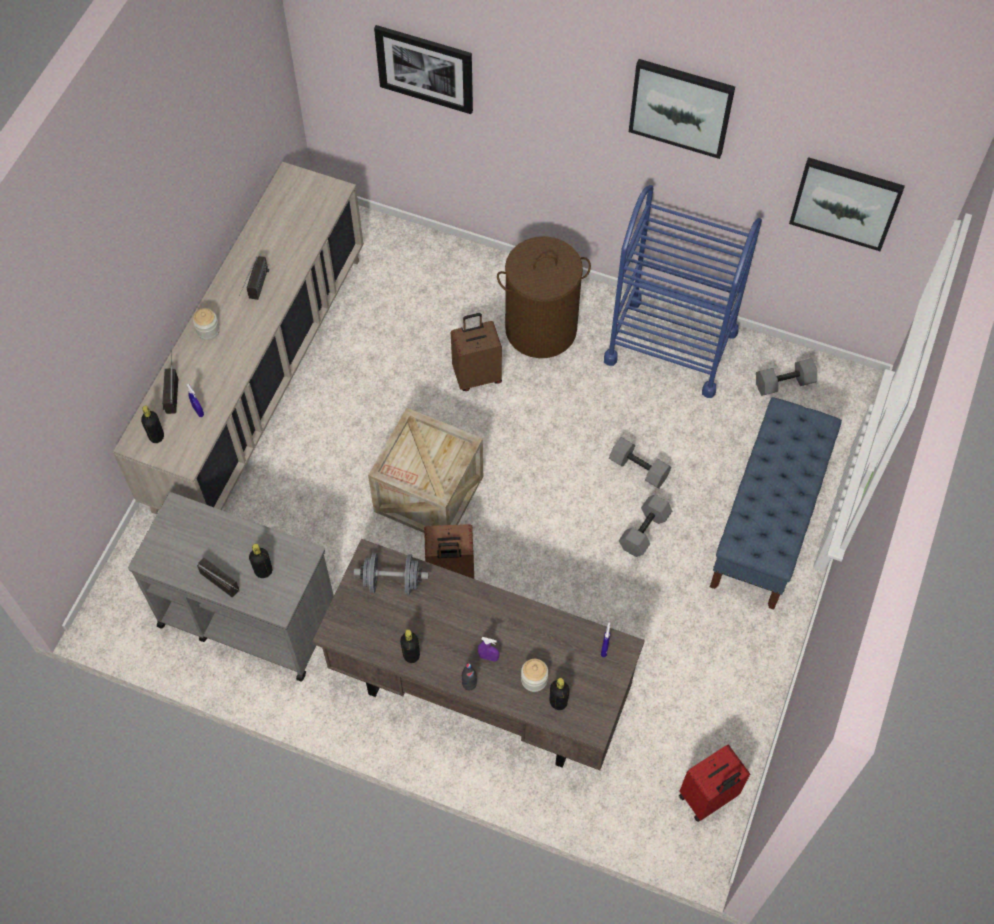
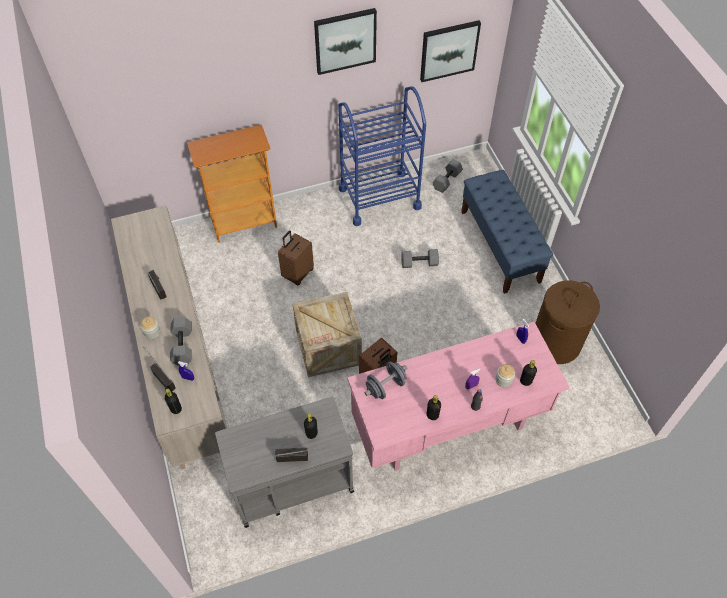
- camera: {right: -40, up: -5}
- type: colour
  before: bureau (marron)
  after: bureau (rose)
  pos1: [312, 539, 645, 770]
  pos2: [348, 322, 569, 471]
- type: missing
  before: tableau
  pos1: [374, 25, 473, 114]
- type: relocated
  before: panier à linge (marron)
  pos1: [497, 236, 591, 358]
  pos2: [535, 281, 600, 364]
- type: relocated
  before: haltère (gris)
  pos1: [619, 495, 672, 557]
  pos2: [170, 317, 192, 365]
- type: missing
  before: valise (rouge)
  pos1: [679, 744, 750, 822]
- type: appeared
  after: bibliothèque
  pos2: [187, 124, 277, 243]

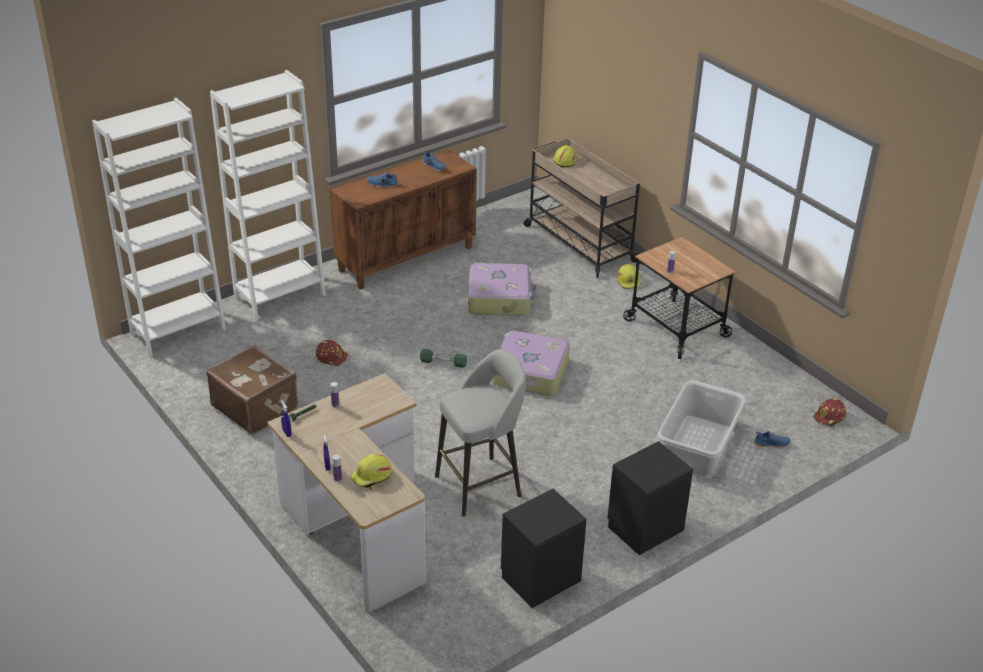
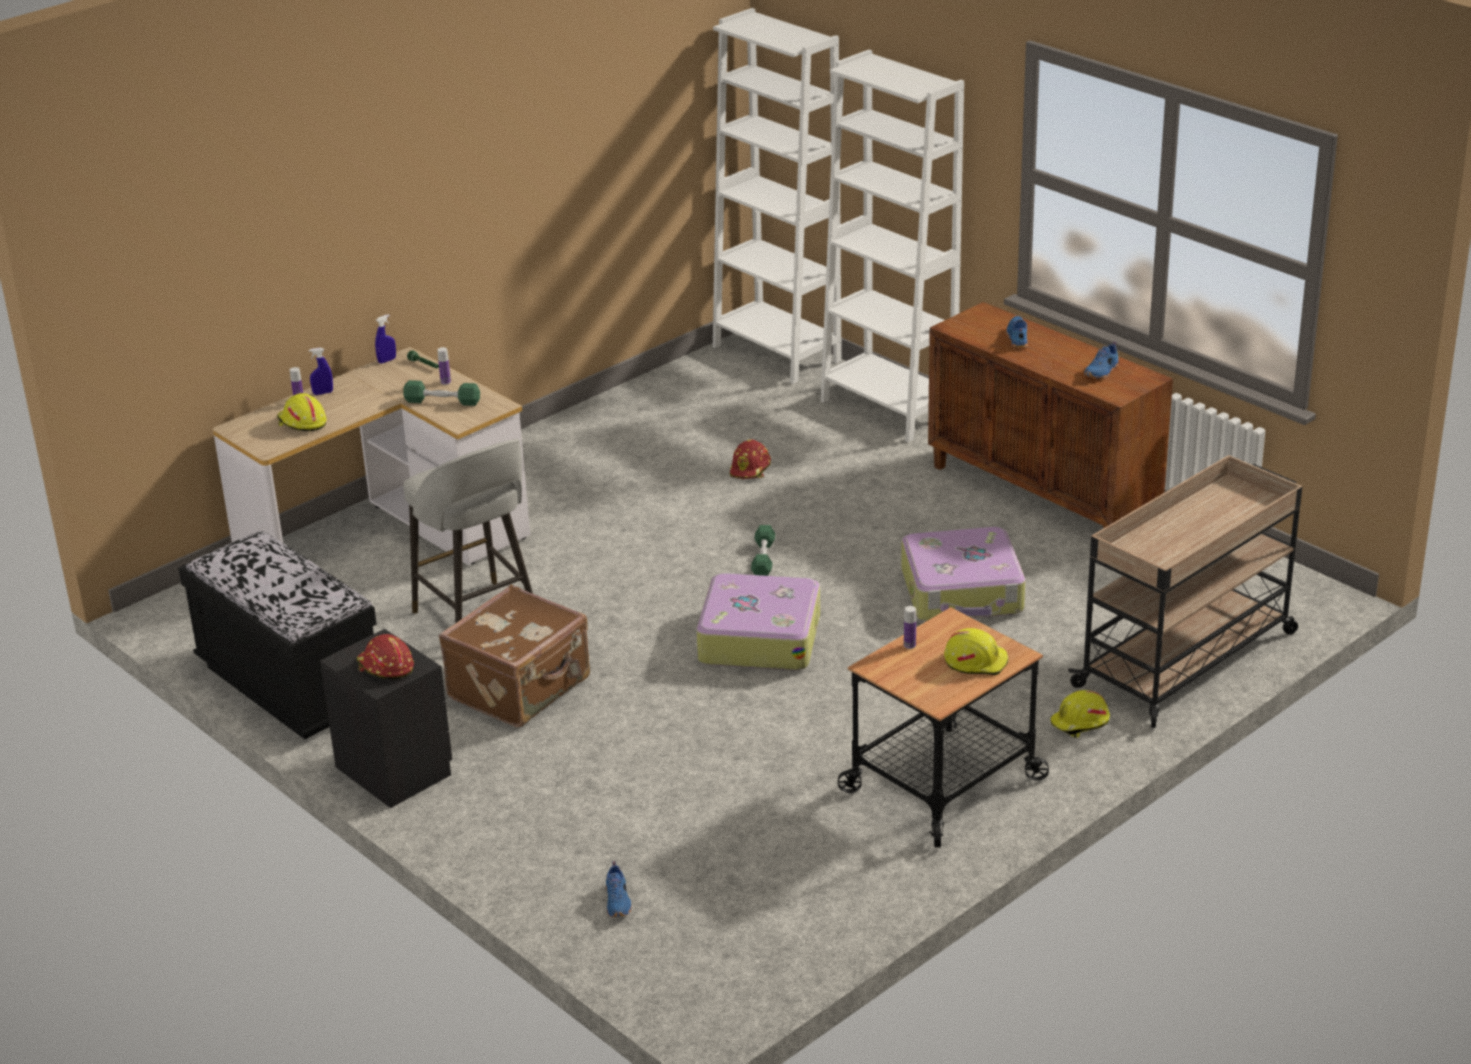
- camera: {right: 85, up: -5}
- type: relocated
  before: valise (marron)
  pos1: [206, 345, 298, 435]
  pos2: [439, 584, 590, 727]
- type: exchanged
  before: table de chevet (noir)
  after: banc (noir)
  pos1: [501, 489, 587, 608]
  pos2: [178, 531, 377, 739]
- type: relocated
  before: casque de chantier (jaune)
  pos1: [553, 145, 577, 167]
  pos2: [944, 628, 1009, 675]
- type: missing
  before: panier à linge (gris)
  pos1: [657, 380, 746, 476]
- type: relocated
  before: casque de chantier (rouge)
  pos1: [813, 398, 847, 427]
  pos2: [356, 634, 414, 679]
- type: appeared
  after: haltère (vert)
  pos2: [403, 380, 480, 406]

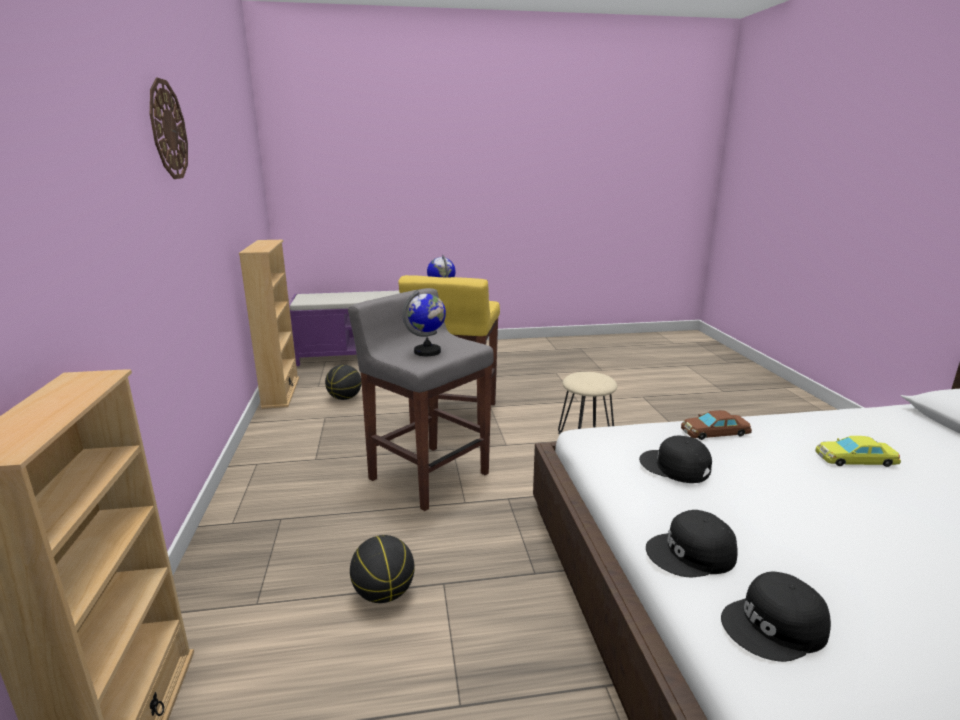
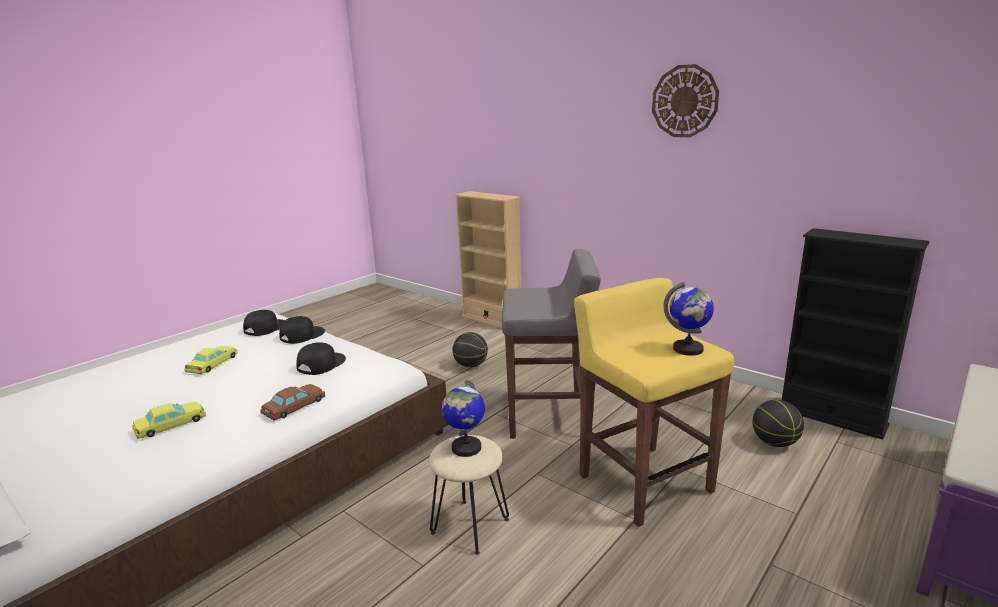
- camera: {right: 140, up: 0}
- type: colour
  before: bibliothèque (beige)
  after: bibliothèque (noir)
  pos1: [239, 240, 299, 409]
  pos2: [782, 228, 929, 440]
- type: relocated
  before: globe
  pos1: [402, 290, 446, 356]
  pos2: [442, 380, 485, 457]
- type: spun
  before: casquette (noir)
  pos1: [639, 436, 712, 483]
  pos2: [296, 342, 346, 375]
  turn: -60
- type: appeared
  after: petite voiture (jaune)
  pos2: [184, 346, 238, 374]

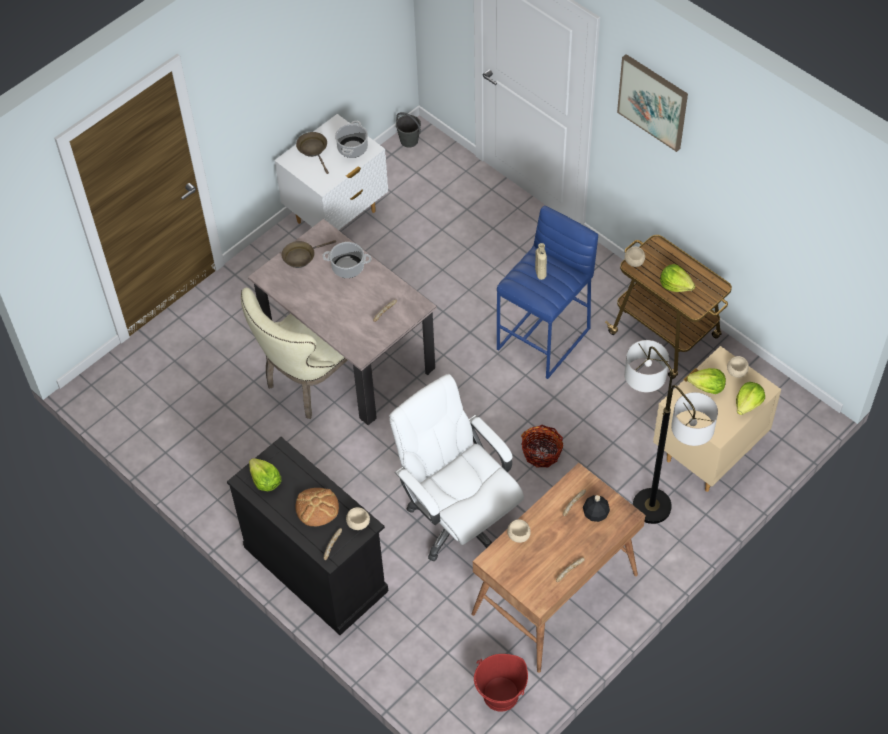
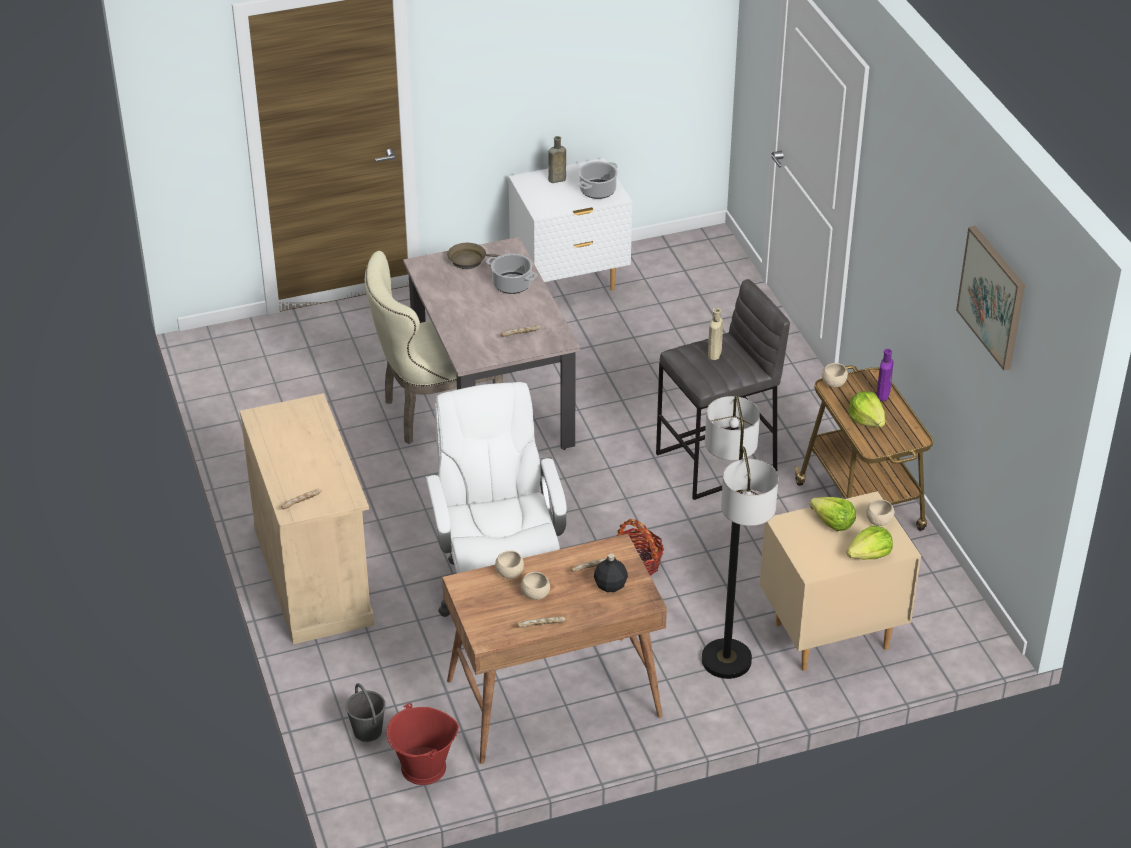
- camera: {right: 25, up: -15}
- type: colour
  before: meuble de rangement (noir)
  after: meuble de rangement (beige)
  pos1: [227, 437, 388, 635]
  pos2: [239, 393, 374, 644]
- type: missing
  before: laitue
  pos1: [249, 458, 281, 491]
- type: exchanged
  before: poêle (marron)
  after: bouteille (marron)
  pos1: [296, 132, 329, 174]
  pos2: [548, 136, 566, 183]
- type: missing
  before: pain
  pos1: [296, 488, 339, 526]
- type: relocated
  before: bol (beige)
  pos1: [346, 507, 370, 530]
  pos2: [521, 572, 550, 600]
- type: relocated
  before: seau (gris)
  pos1: [396, 112, 421, 148]
  pos2: [346, 683, 386, 742]
- type: colour
  before: tabouret (bleu)
  after: tabouret (gris)
  pos1: [497, 205, 598, 379]
  pos2: [656, 279, 790, 500]
- type: relocated
  before: tableau
  pos1: [617, 54, 688, 152]
  pos2: [956, 226, 1025, 370]
- type: appeared
  after: bouteille (violet)
  pos2: [877, 349, 894, 401]

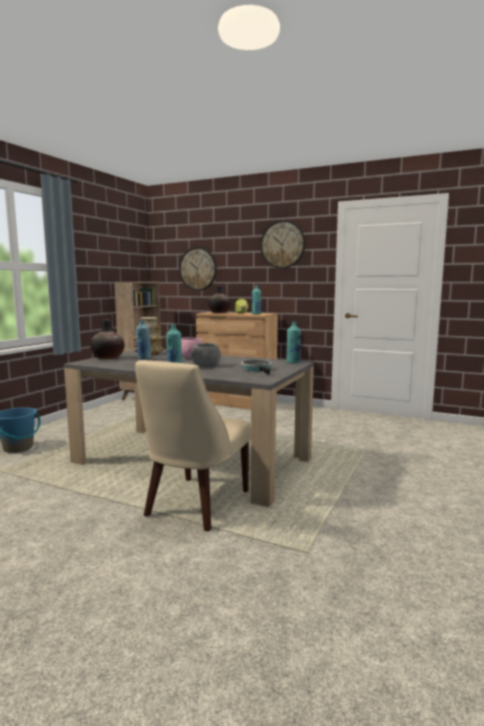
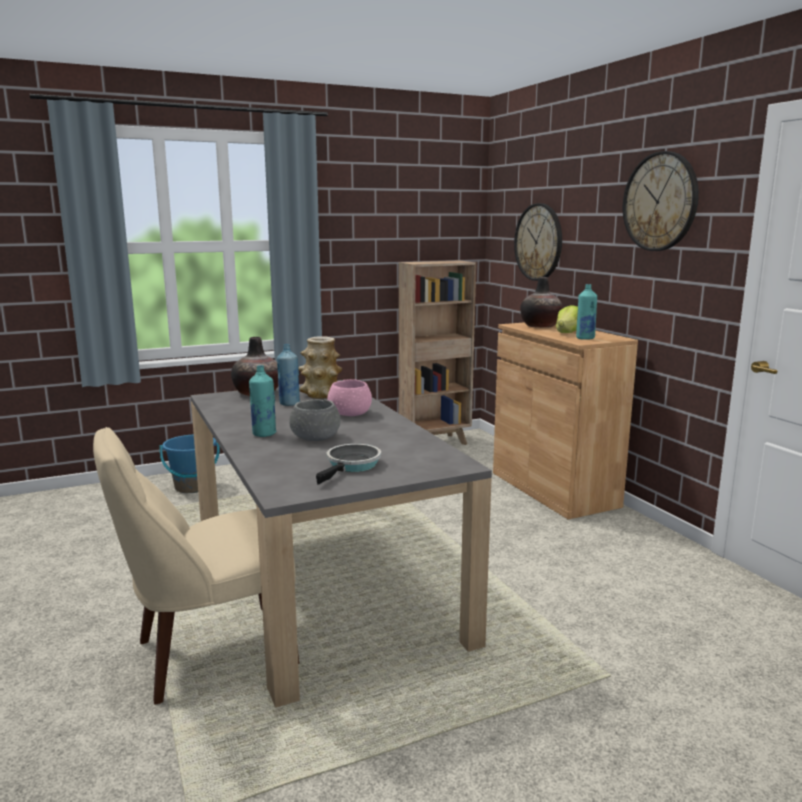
- camera: {right: 40, up: 5}
- type: missing
  before: bouteille (turquoise)
  pos1: [286, 321, 301, 363]

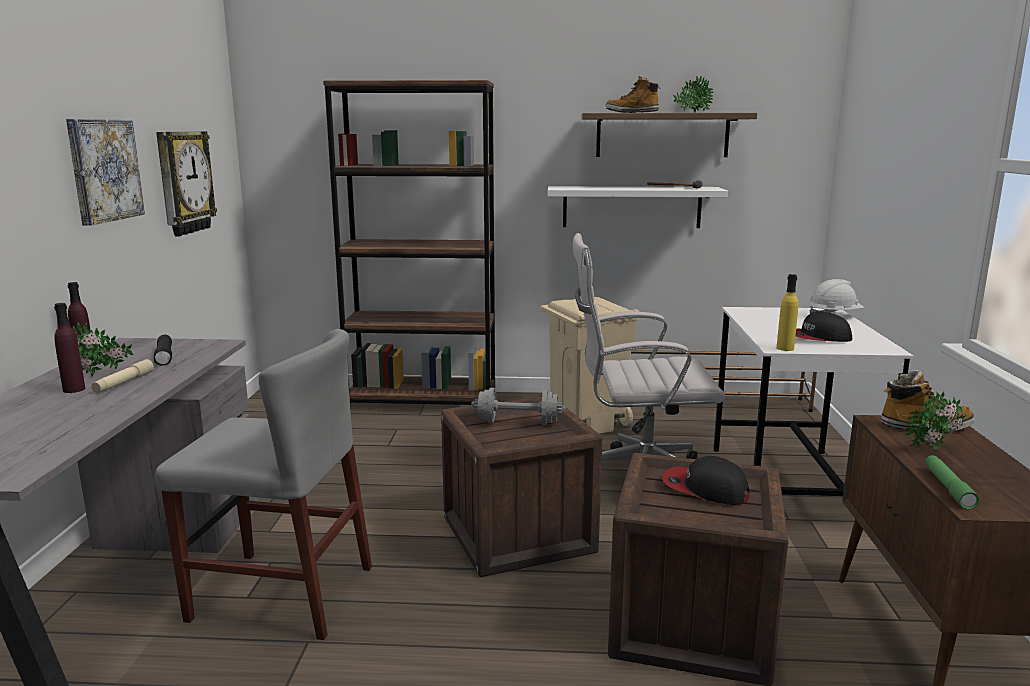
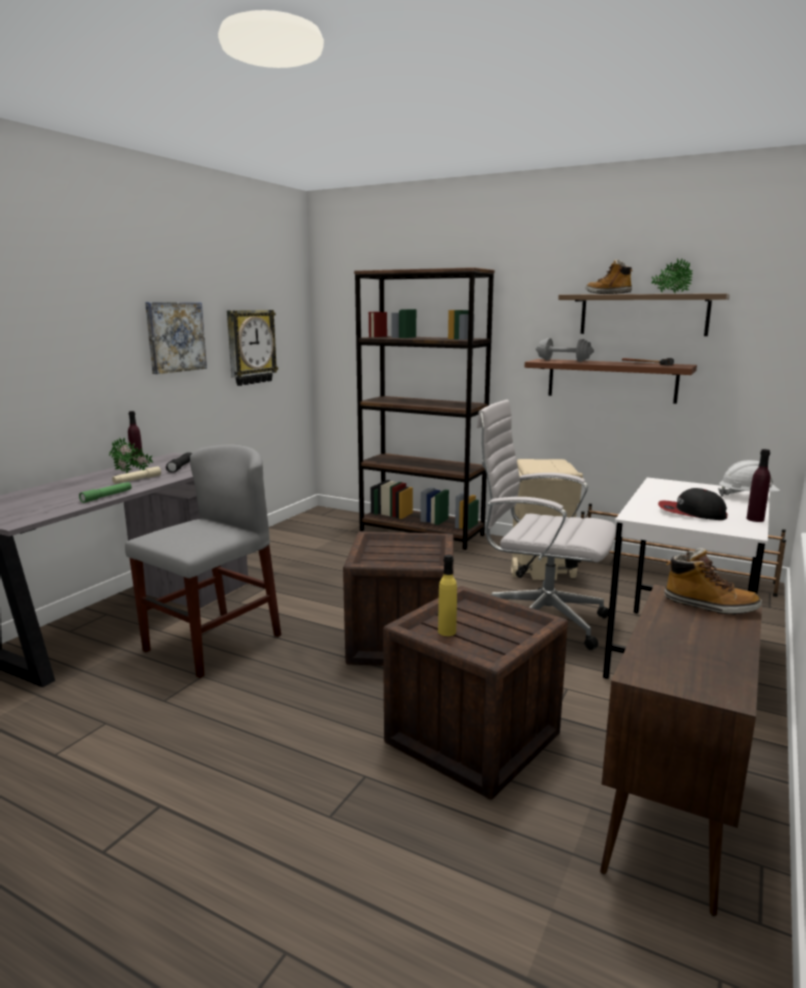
- camera: {right: 25, up: 0}
- type: relocated
  before: bouteille (violet)
  pos1: [54, 303, 85, 393]
  pos2: [747, 449, 770, 522]
- type: spun
  before: chaise (gris)
  pos1: [155, 329, 372, 640]
  pos2: [125, 444, 281, 678]
  turn: -90
- type: relocated
  before: haltère (gris)
  pos1: [471, 388, 566, 425]
  pos2: [536, 338, 594, 362]
- type: colour
  before: étagère (blanc)
  after: étagère (marron)
  pos1: [548, 186, 728, 228]
  pos2: [525, 359, 697, 404]
- type: missing
  before: casquette
  pos1: [662, 456, 750, 505]
- type: relocated
  before: bouteille (jaune)
  pos1: [777, 274, 798, 351]
  pos2: [438, 554, 457, 636]
- type: missing
  before: plante en pot
  pos1: [906, 391, 966, 452]
- type: relocated
  before: lampe de poche (vert)
  pos1: [925, 455, 980, 509]
  pos2: [79, 482, 132, 503]

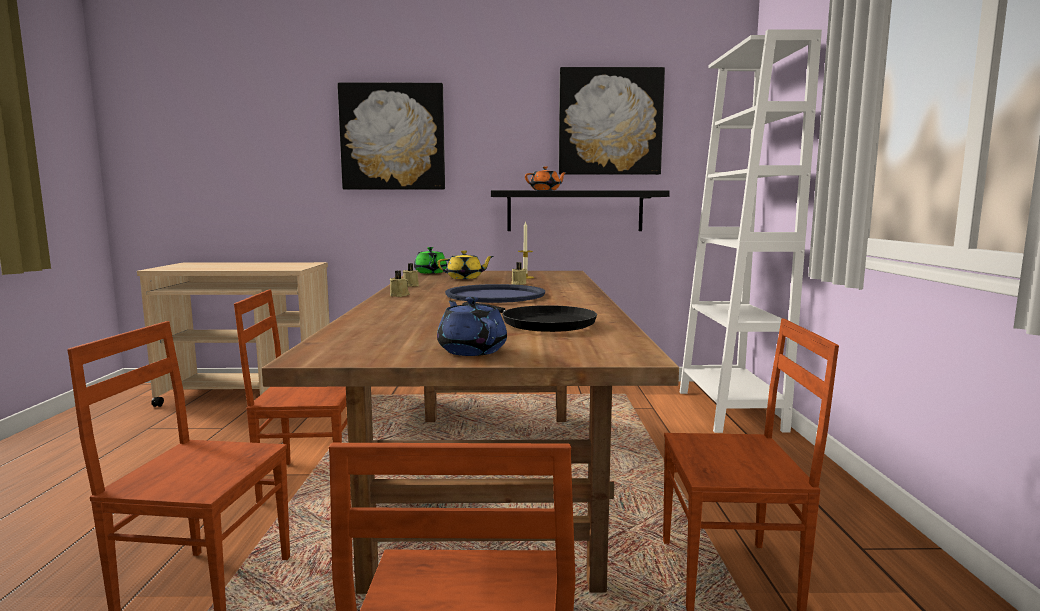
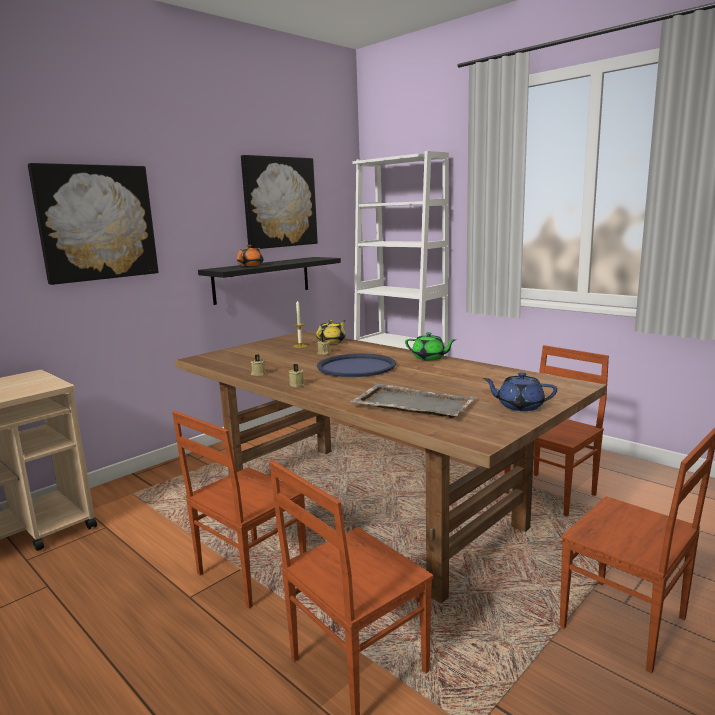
- camera: {right: -45, up: 5}
- type: relocated
  before: théière (vert)
  pos1: [414, 247, 447, 274]
  pos2: [405, 332, 455, 360]
- type: relocated
  before: théière (jaune)
  pos1: [437, 250, 494, 279]
  pos2: [316, 320, 345, 344]
- type: missing
  before: poêle (noir)
  pos1: [462, 302, 597, 332]
- type: appeared
  after: plateau (gris)
  pos2: [349, 384, 477, 418]

